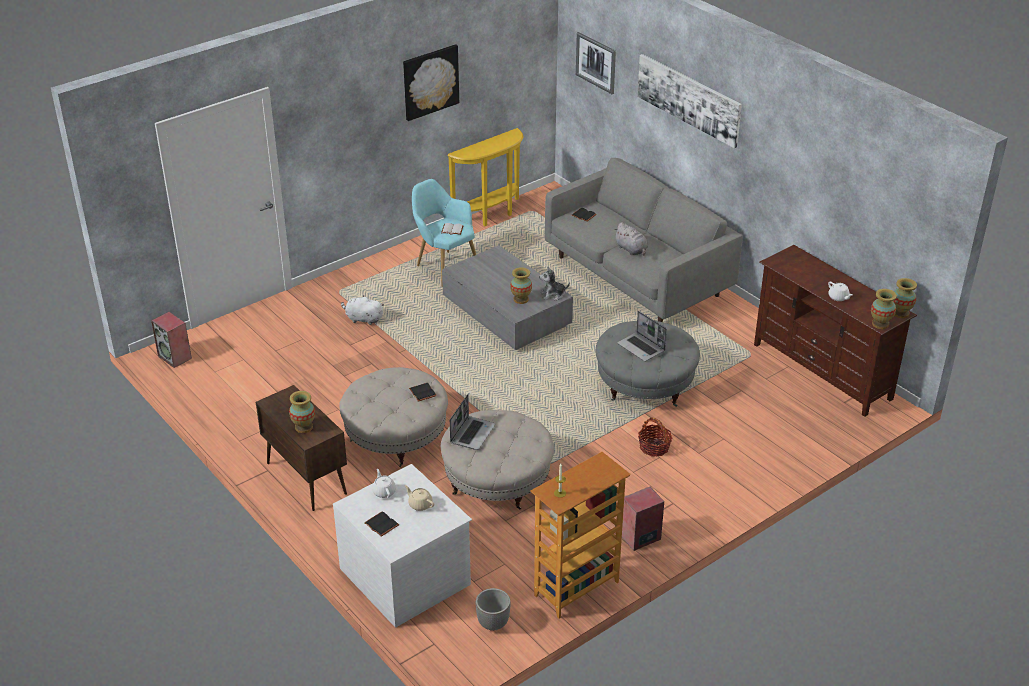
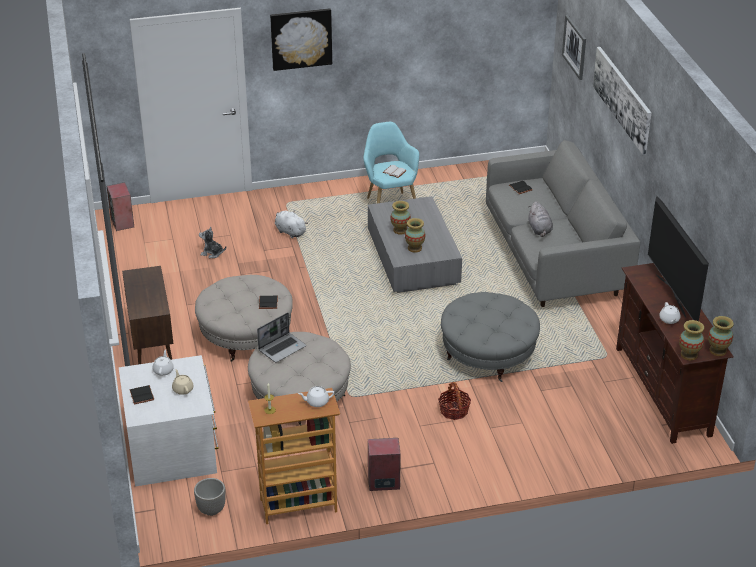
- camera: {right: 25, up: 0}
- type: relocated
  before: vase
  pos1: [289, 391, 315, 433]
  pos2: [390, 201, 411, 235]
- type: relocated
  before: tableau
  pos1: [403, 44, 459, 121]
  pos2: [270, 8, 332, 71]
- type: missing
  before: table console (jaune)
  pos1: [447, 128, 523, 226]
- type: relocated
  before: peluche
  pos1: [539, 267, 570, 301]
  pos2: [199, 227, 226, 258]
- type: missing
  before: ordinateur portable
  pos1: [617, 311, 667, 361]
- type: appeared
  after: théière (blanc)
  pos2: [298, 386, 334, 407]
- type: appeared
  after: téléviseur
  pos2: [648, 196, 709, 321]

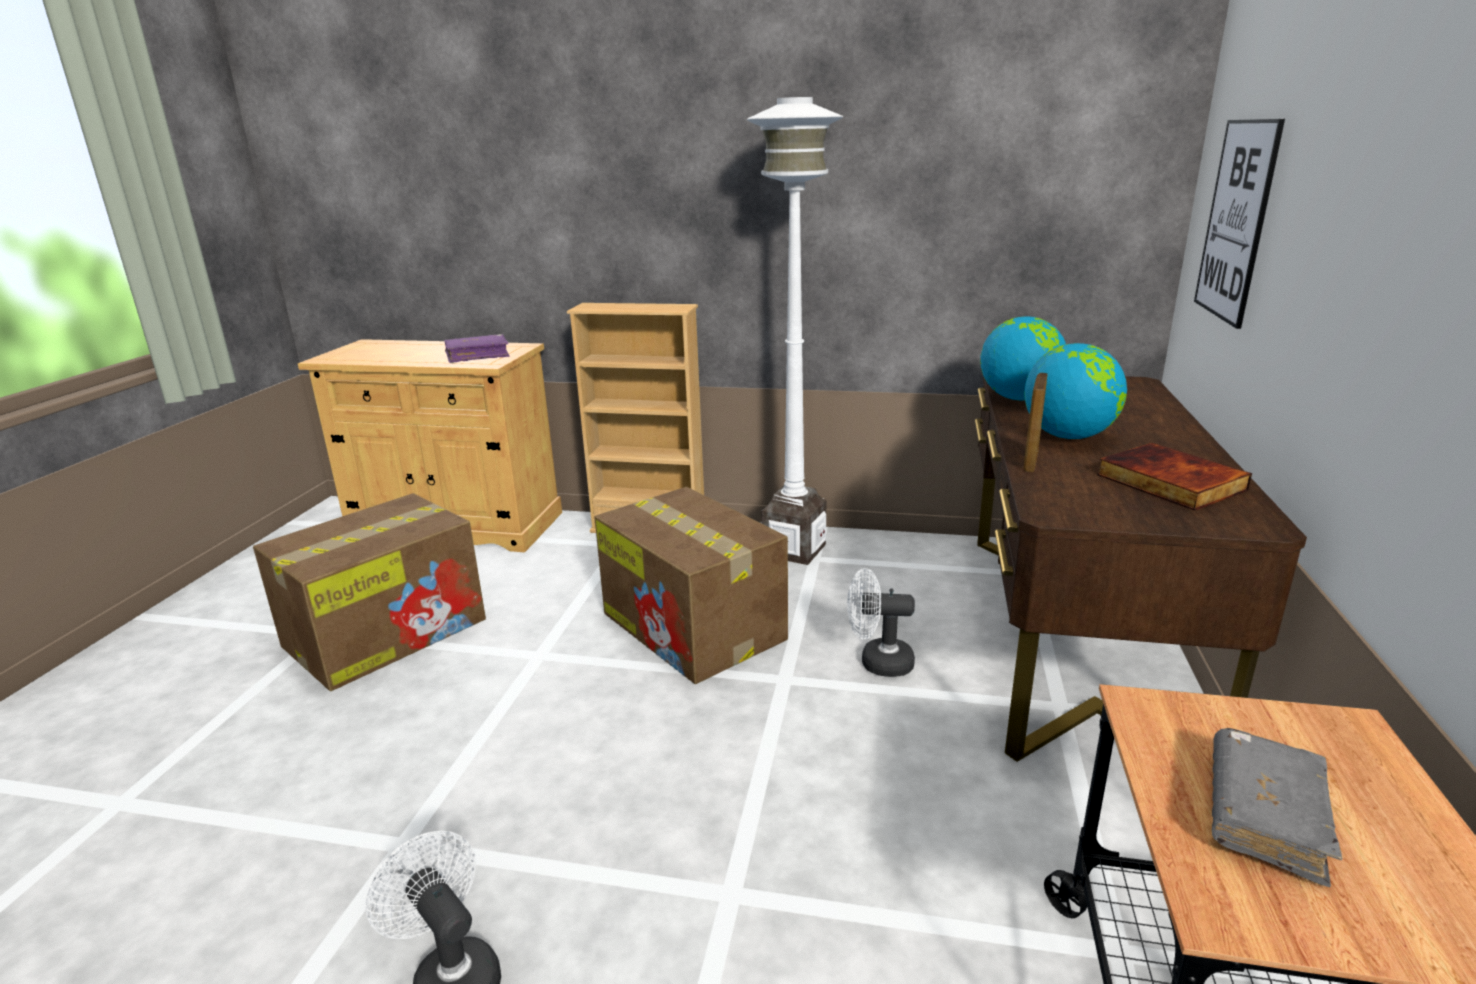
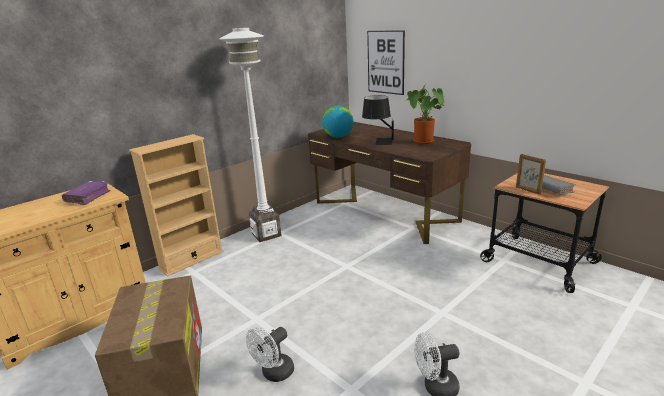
- camera: {right: -55, up: 0}
- type: missing
  before: carton
  pos1: [595, 487, 788, 684]
- type: relocated
  before: ventilateur (blanc)
  pos1: [847, 568, 915, 677]
  pos2: [246, 327, 294, 382]
- type: exchanged
  before: globe
  after: lampe de table (noir)
  pos1: [1024, 343, 1127, 439]
  pos2: [362, 95, 394, 145]
- type: relocated
  before: cadre photo
  pos1: [1024, 373, 1048, 472]
  pos2: [516, 154, 546, 194]
- type: exchanged
  before: livre
  after: plante en pot
  pos1: [1097, 443, 1252, 511]
  pos2: [406, 84, 445, 144]

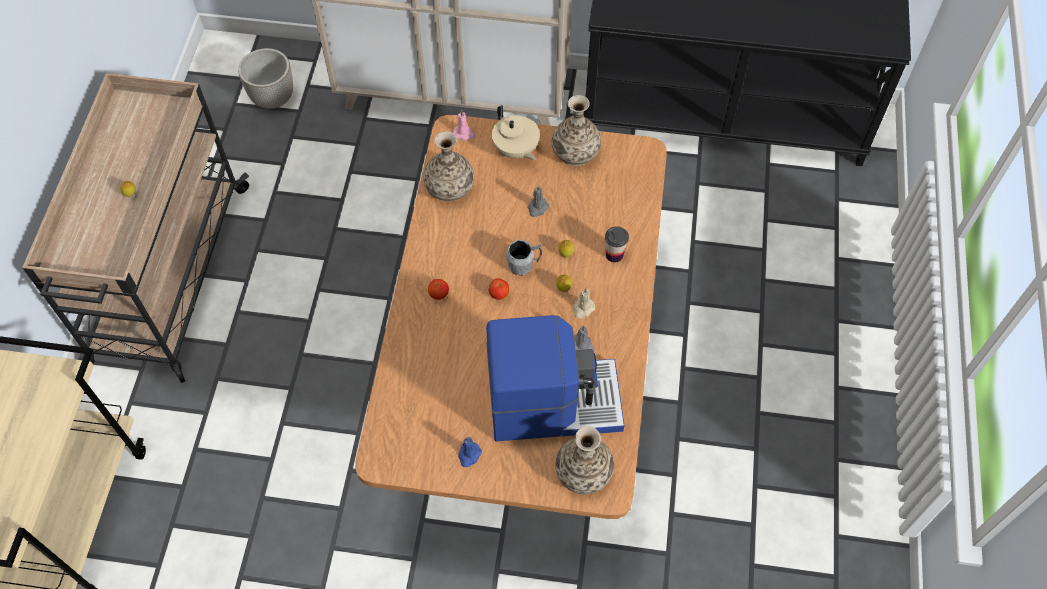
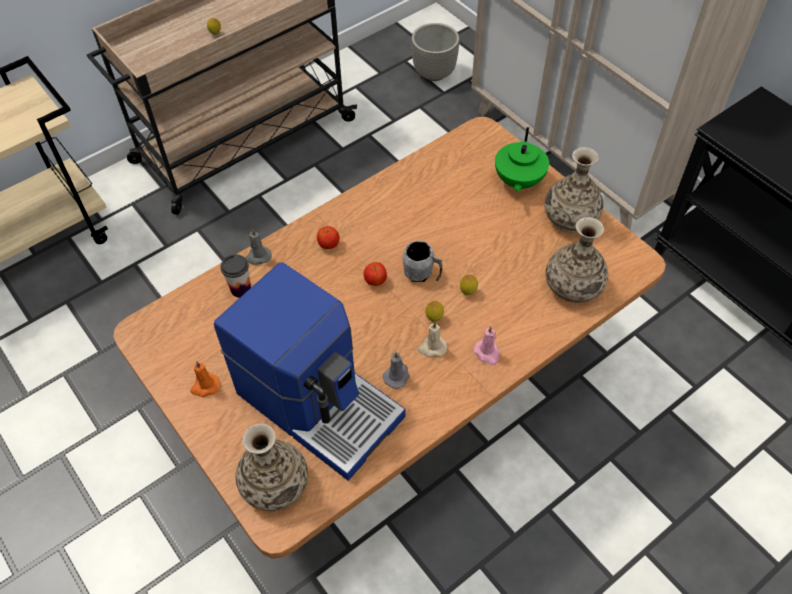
- camera: {right: 45, up: -5}
- type: relocated
  before: vase
  pos1: [423, 131, 474, 202]
  pos2: [545, 217, 608, 303]
- type: relocated
  before: bougie (rose)
  pos1: [453, 110, 475, 141]
  pos2: [474, 326, 500, 365]
- type: colour
  before: bougie (bleu)
  after: bougie (orange)
  pos1: [458, 437, 482, 467]
  pos2: [191, 361, 221, 397]
- type: colour
  before: théière (beige)
  after: théière (vert)
  pos1: [492, 105, 540, 160]
  pos2: [495, 127, 549, 193]
- type: relocated
  before: bougie (gris)
  pos1: [528, 185, 549, 217]
  pos2: [245, 228, 271, 265]
- type: relocated
  before: tasse
  pos1: [605, 226, 629, 263]
  pos2: [220, 254, 251, 298]

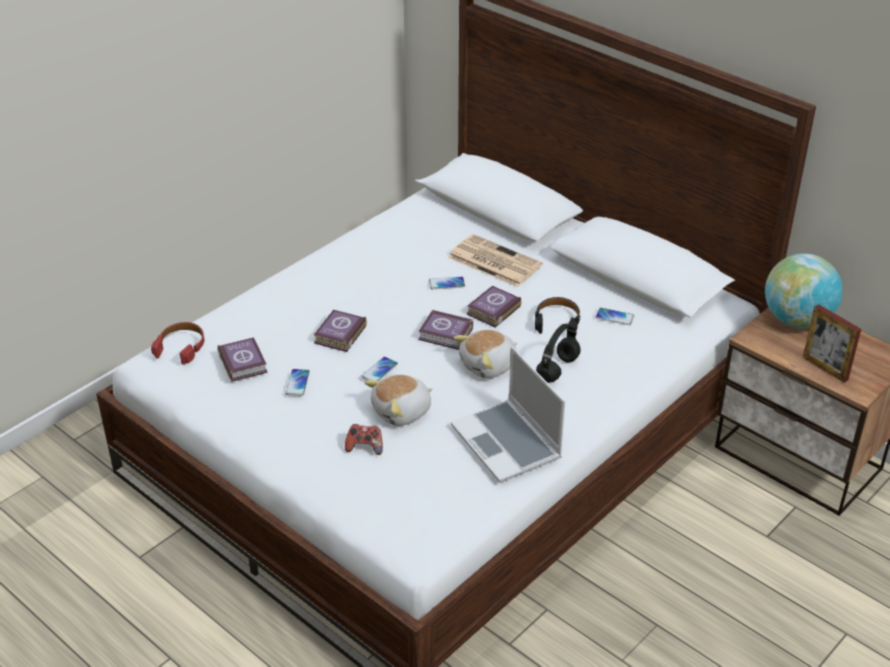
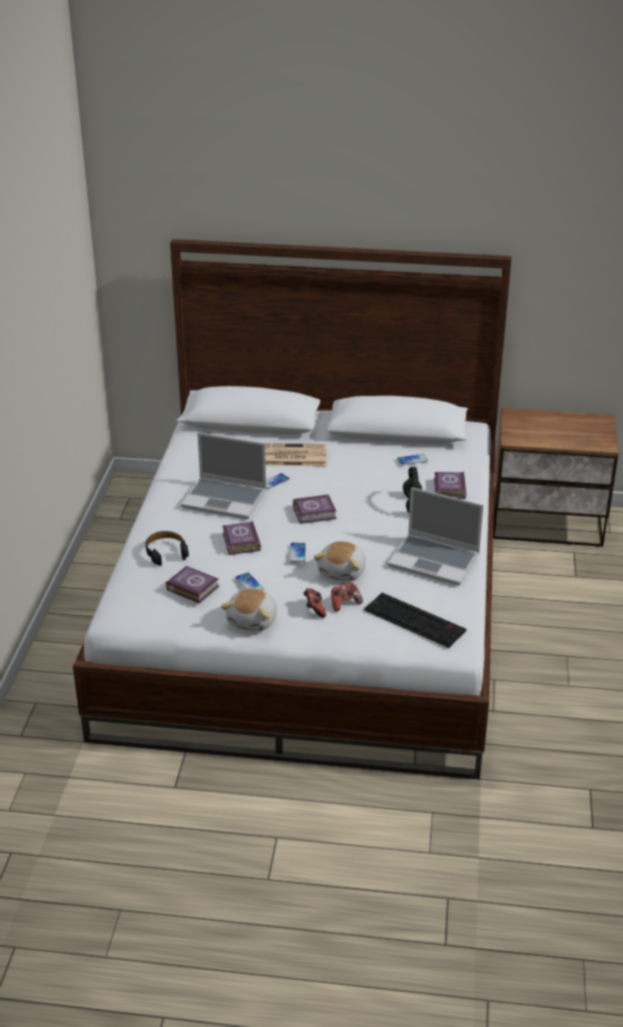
- camera: {right: -35, up: -5}
- type: missing
  before: casque audio (rouge)
  pos1: [151, 322, 204, 365]
- type: relocated
  before: peluche
  pos1: [453, 330, 517, 378]
  pos2: [221, 588, 277, 632]
- type: relocated
  before: livre
  pos1: [467, 286, 521, 327]
  pos2: [434, 472, 466, 499]
- type: relocated
  before: casque audio (noir)
  pos1: [535, 297, 580, 337]
  pos2: [145, 531, 189, 566]
- type: missing
  before: globe
  pos1: [765, 253, 843, 328]
- type: missing
  before: cadre photo
  pos1: [803, 304, 861, 383]
- type: appeared
  after: ordinateur portable
  pos2: [181, 433, 267, 519]
- type: appeared
  after: manette
  pos2: [303, 588, 326, 618]
- type: appeared
  after: clavier
  pos2: [364, 593, 466, 648]

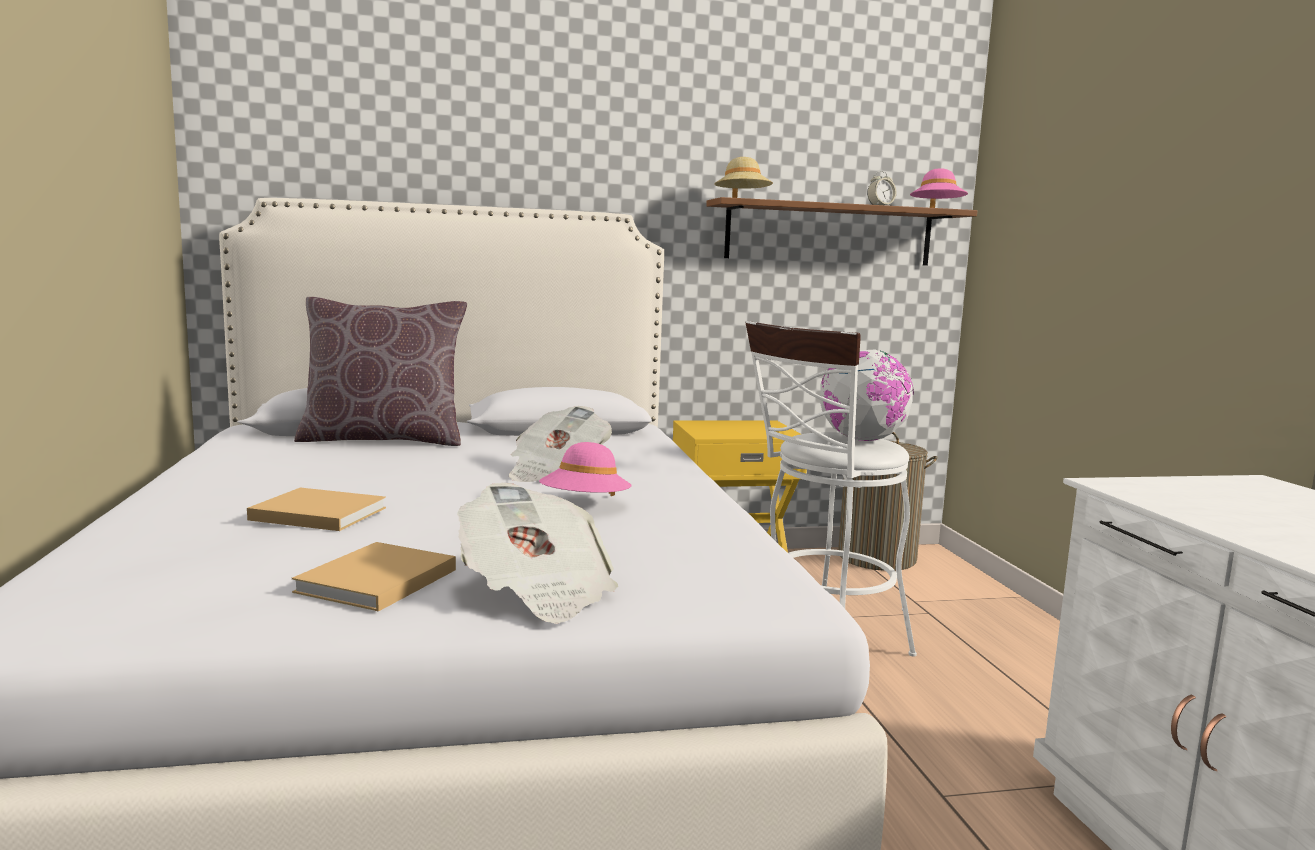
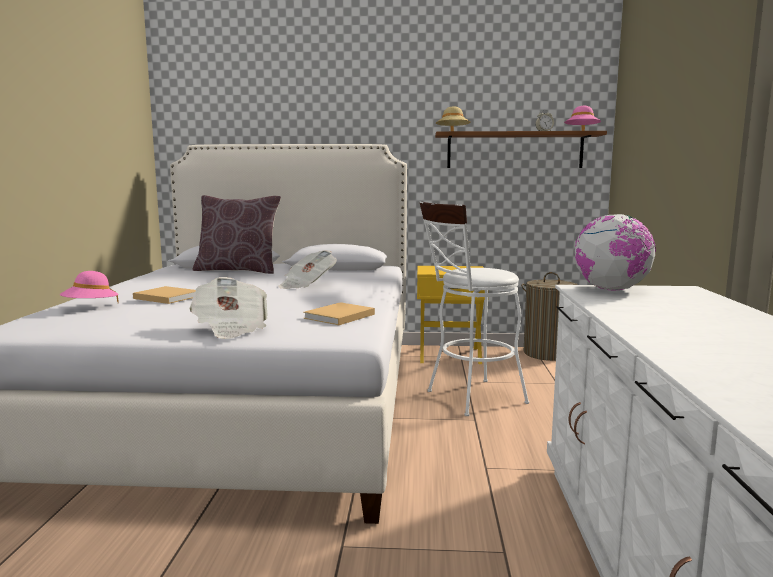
- camera: {right: 15, up: 0}
- type: relocated
  before: livre (beige)
  pos1: [292, 542, 456, 612]
  pos2: [303, 302, 375, 325]
- type: relocated
  before: chapeau (rose)
  pos1: [539, 442, 631, 496]
  pos2: [60, 271, 119, 303]
- type: relocated
  before: globe
  pos1: [820, 349, 914, 441]
  pos2: [575, 214, 656, 291]

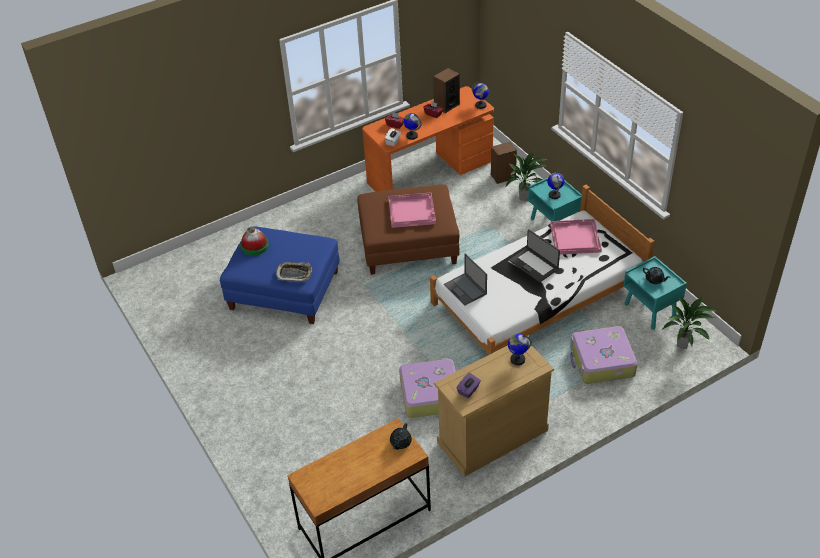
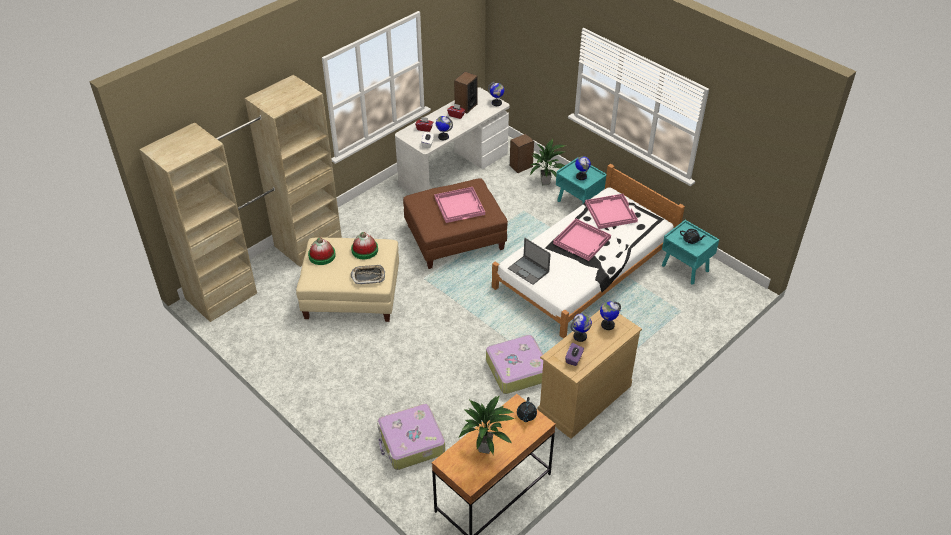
- camera: {right: -15, up: 0}
- type: colour
  before: pouf (bleu)
  after: pouf (beige)
  pos1: [220, 226, 340, 324]
  pos2: [296, 237, 399, 322]
- type: colour
  before: bureau (orange)
  after: bureau (blanc)
  pos1: [362, 86, 494, 192]
  pos2: [395, 87, 509, 194]
- type: exchanged
  before: ordinateur portable
  after: plateau (rose)
  pos1: [509, 229, 560, 282]
  pos2: [553, 219, 611, 261]
- type: relocated
  before: valise
  pos1: [570, 326, 638, 384]
  pos2: [377, 404, 445, 470]
- type: relocated
  before: plante en pot
  pos1: [662, 296, 715, 349]
  pos2: [458, 395, 515, 454]
- type: appeared
  after: armoire (beige)
  pos2: [139, 75, 342, 322]
- type: appeared
  after: chapeau
  pos2: [351, 232, 378, 259]
- type: appeared
  after: globe
  pos2: [571, 313, 592, 342]

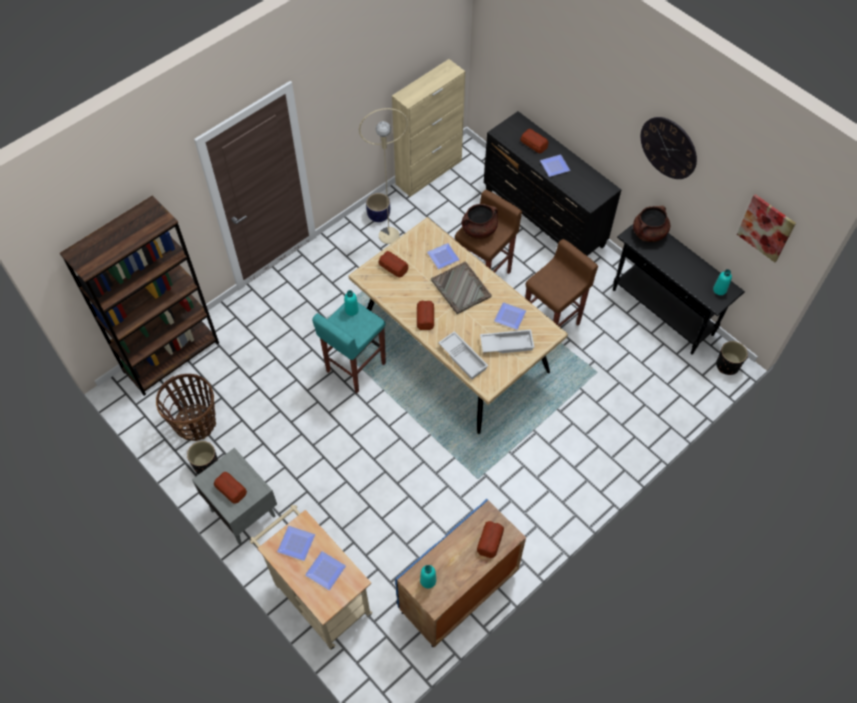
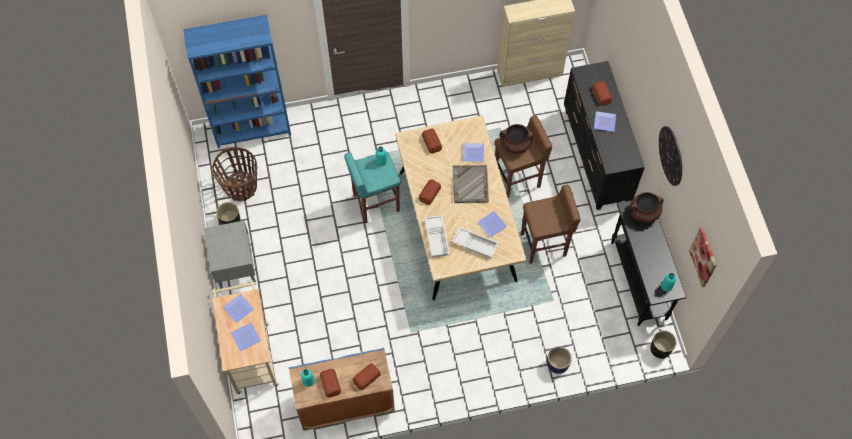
- camera: {right: 30, up: 5}
- type: colour
  before: bibliothèque (marron)
  after: bibliothèque (bleu)
  pos1: [60, 195, 219, 396]
  pos2: [183, 15, 291, 149]
- type: relocated
  before: pain
  pos1: [214, 472, 247, 504]
  pos2: [320, 369, 341, 398]
- type: missing
  before: lampadaire (beige)
  pos1: [359, 108, 408, 244]
- type: relocated
  before: cache-pot
  pos1: [366, 193, 390, 222]
  pos2: [547, 347, 572, 374]

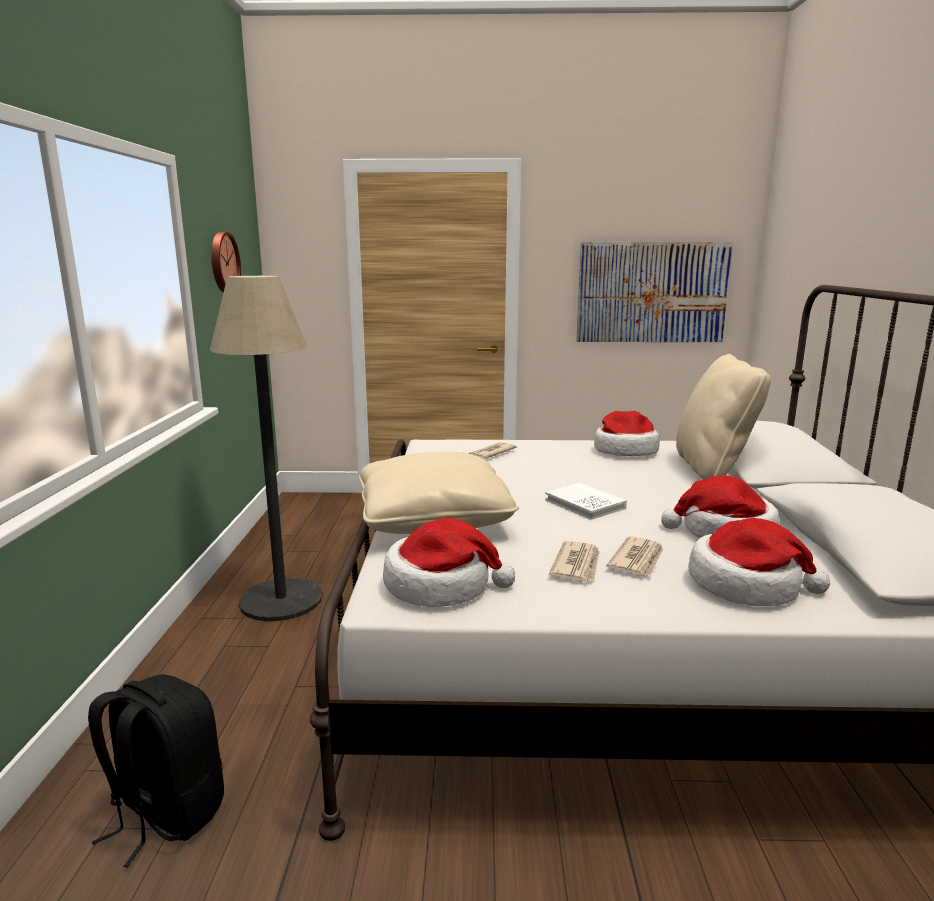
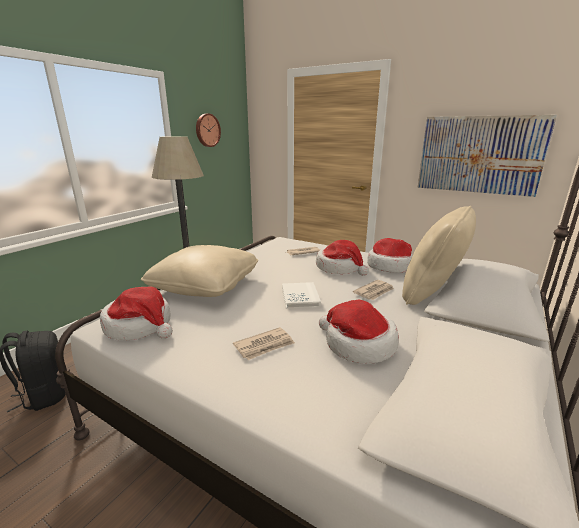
- camera: {right: 30, up: 5}
- type: relocated
  before: journal
  pos1: [549, 541, 600, 582]
  pos2: [353, 280, 394, 300]
- type: relocated
  before: chapeau
  pos1: [689, 518, 830, 606]
  pos2: [316, 240, 369, 276]

